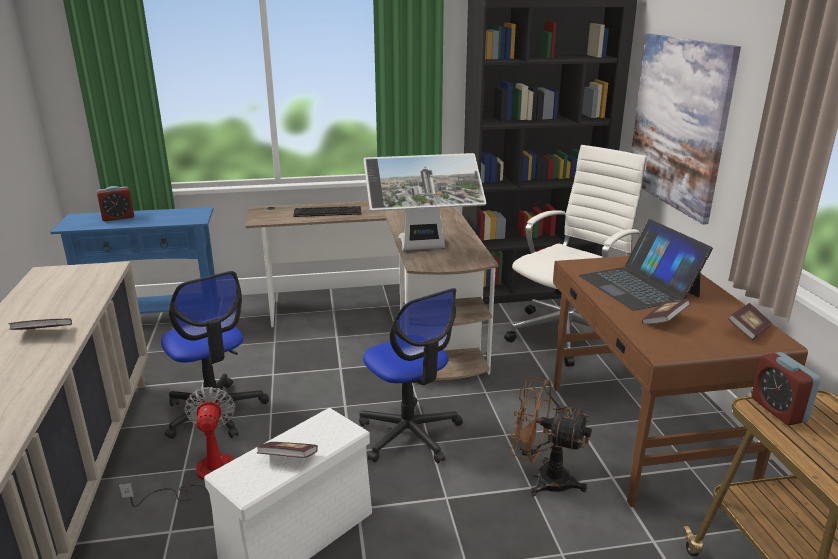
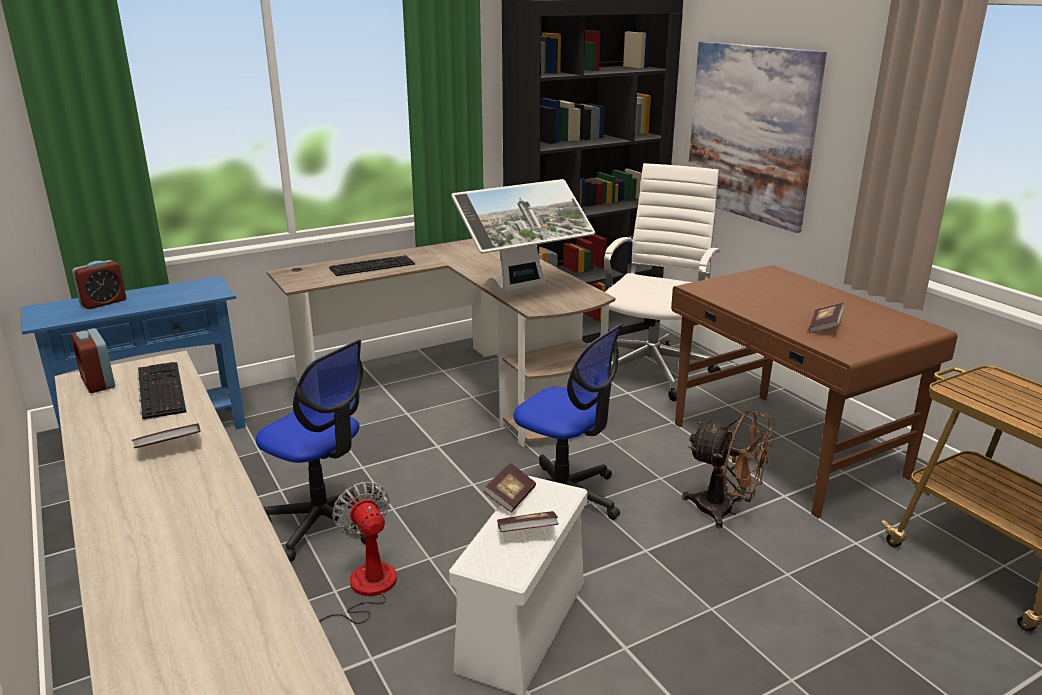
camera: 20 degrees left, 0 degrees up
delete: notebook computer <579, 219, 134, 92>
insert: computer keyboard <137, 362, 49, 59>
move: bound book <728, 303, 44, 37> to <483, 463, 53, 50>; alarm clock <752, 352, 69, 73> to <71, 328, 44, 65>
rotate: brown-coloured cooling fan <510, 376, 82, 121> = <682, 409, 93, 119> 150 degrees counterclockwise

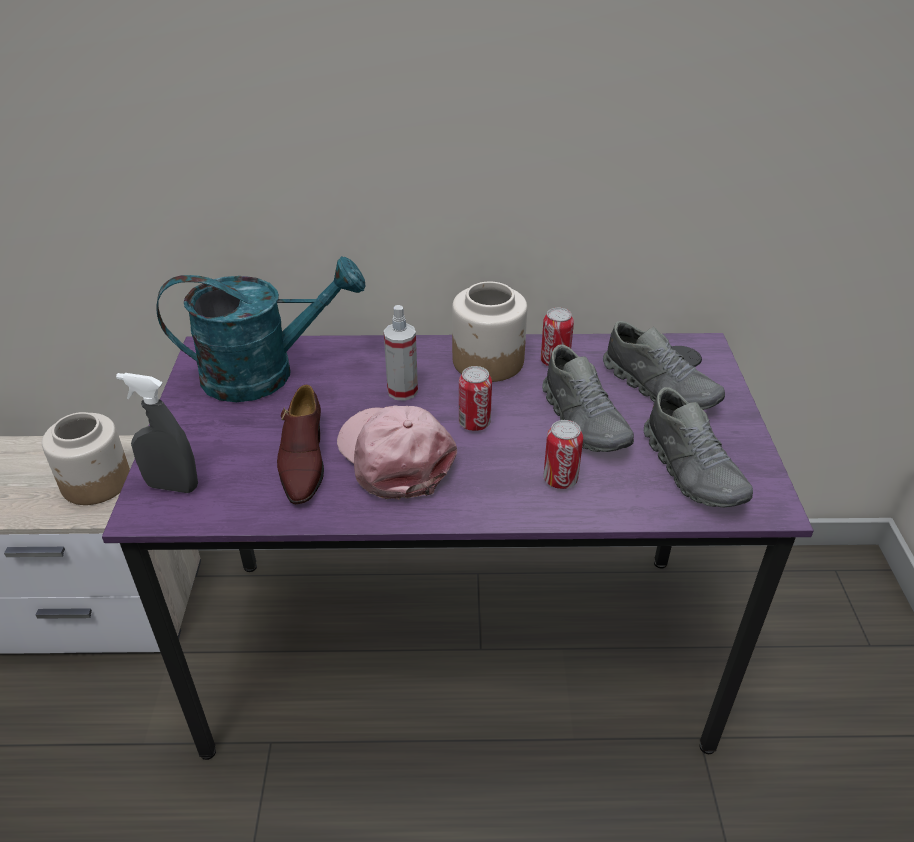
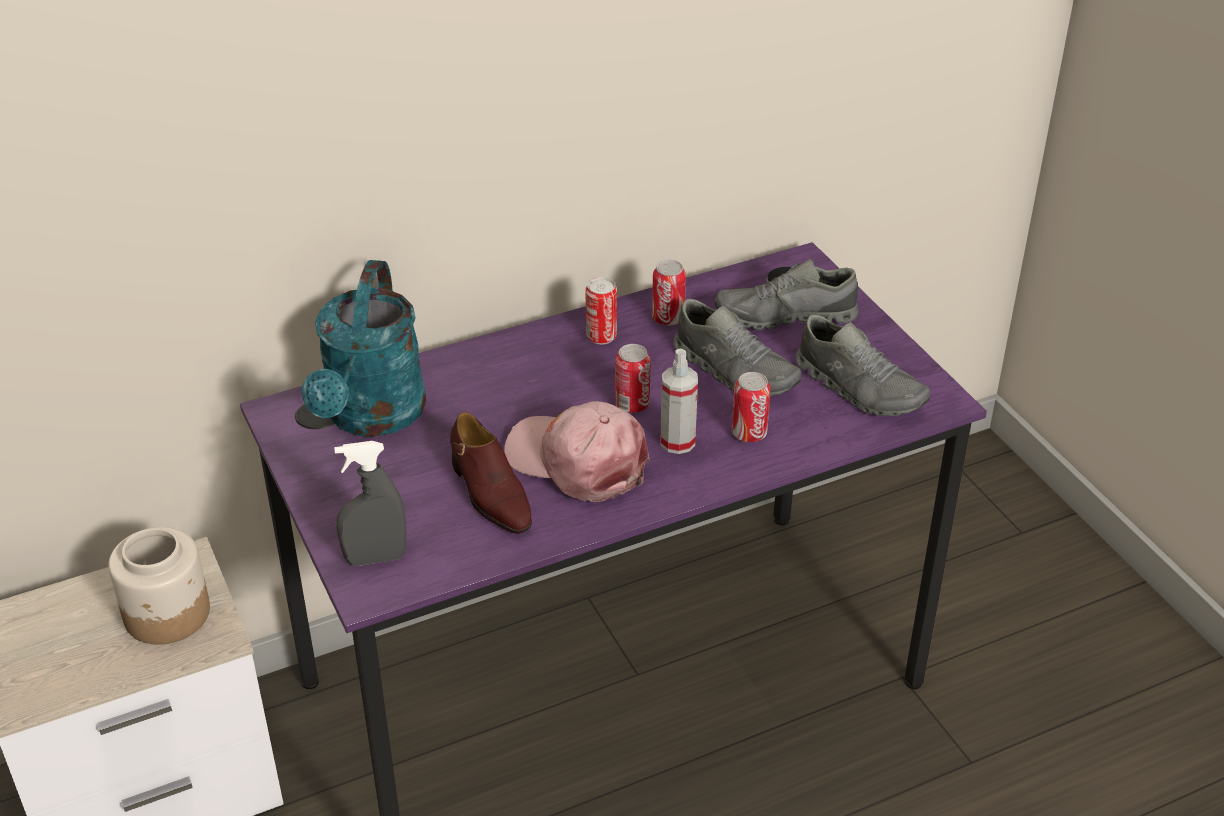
camera: 25 degrees left, 0 degrees up
move: sprayer <384, 305, 34, 96> to <660, 349, 38, 105>
replace: jar <452, 282, 75, 100> to can <585, 277, 32, 68>
rotate: turquoise-coloured watering can <157, 256, 208, 146> = <302, 260, 124, 177> 135 degrees clockwise; greyish shoe <603, 321, 122, 89> = <715, 259, 144, 71> 150 degrees clockwise

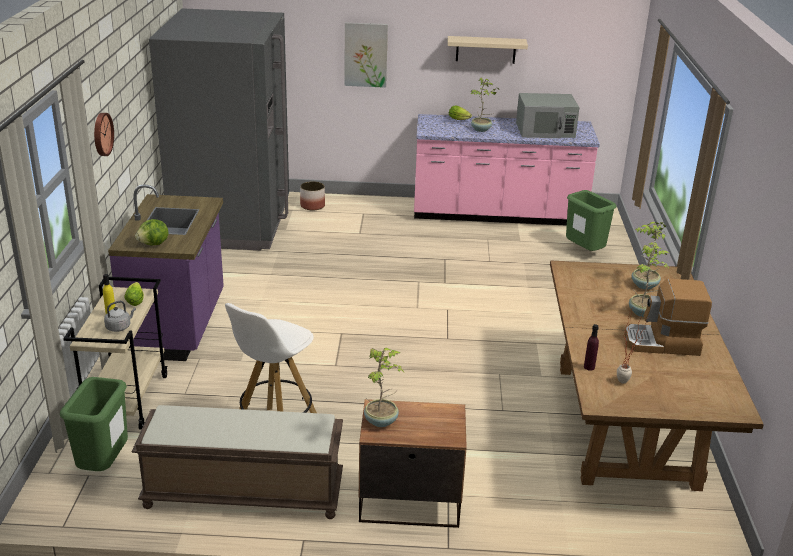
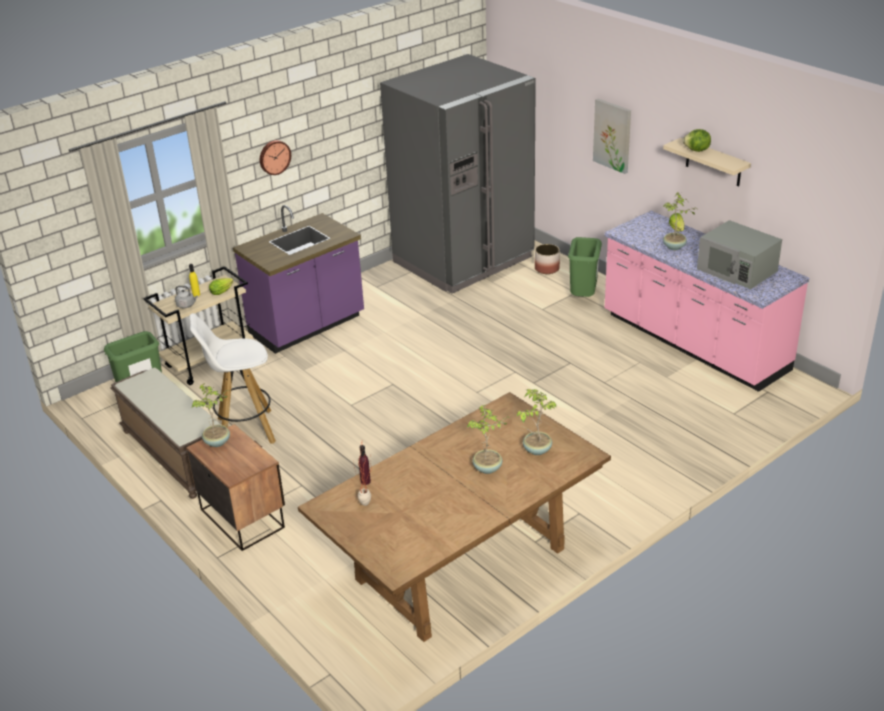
camera: 50 degrees right, 5 degrees up
delete: coffee maker <625, 278, 87, 78>
move: lettuce <135, 219, 33, 27> to <683, 129, 28, 23>; green trash can <566, 190, 50, 61> to <568, 237, 34, 60>

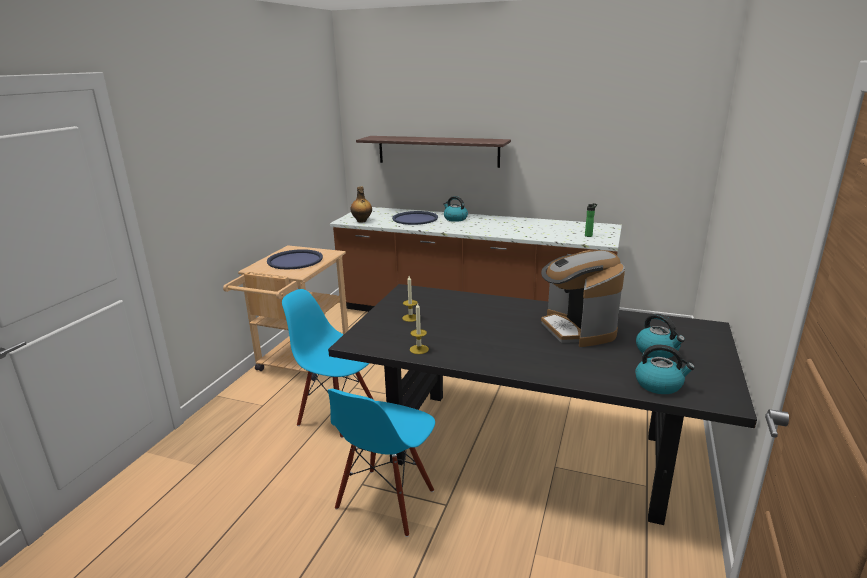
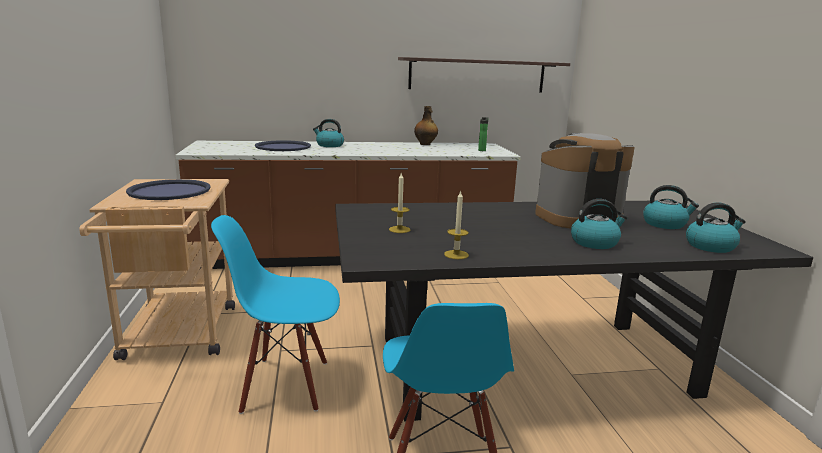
camera: 30 degrees left, 5 degrees down
insert: water kettle <571, 199, 56, 50>
move: beverage bottle <350, 186, 22, 36> to <414, 106, 24, 39>; wall shelf <356, 136, 155, 32> to <398, 57, 172, 36>
rotate: coffee maker <541, 250, 84, 97> = <535, 133, 99, 95> 120 degrees clockwise

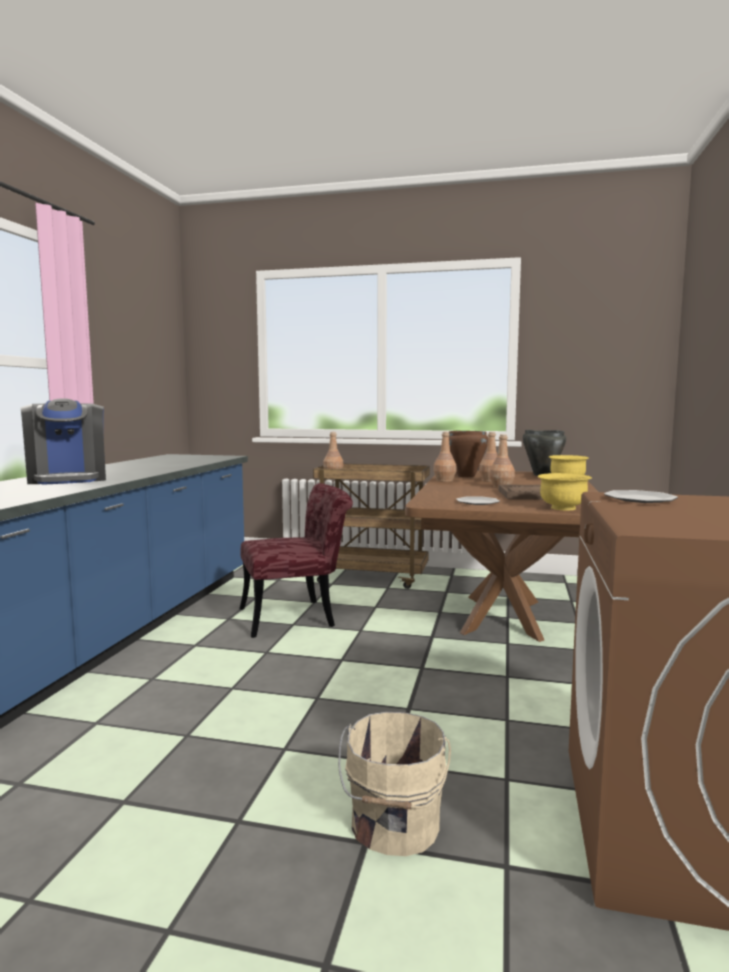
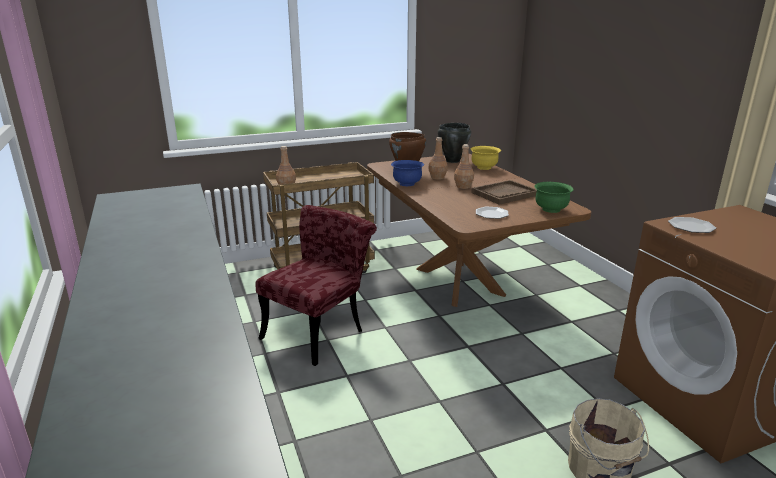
camera: 35 degrees left, 15 degrees up
delete: coffee maker <21, 399, 85, 86>
replace: brown-coloured beverage bottle <433, 432, 23, 50> to bluish bowl <391, 160, 33, 26>
recolor: yellow-coloured bowl <538, 473, 54, 38> to green bowl <534, 182, 40, 31>

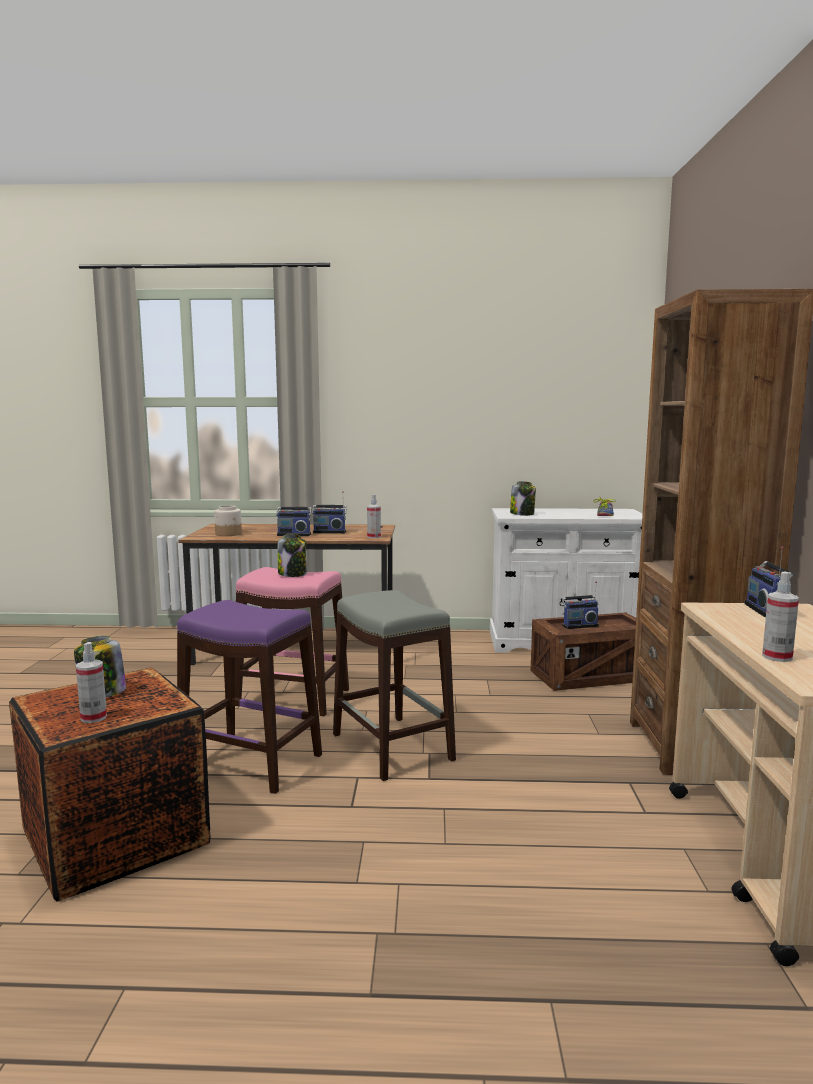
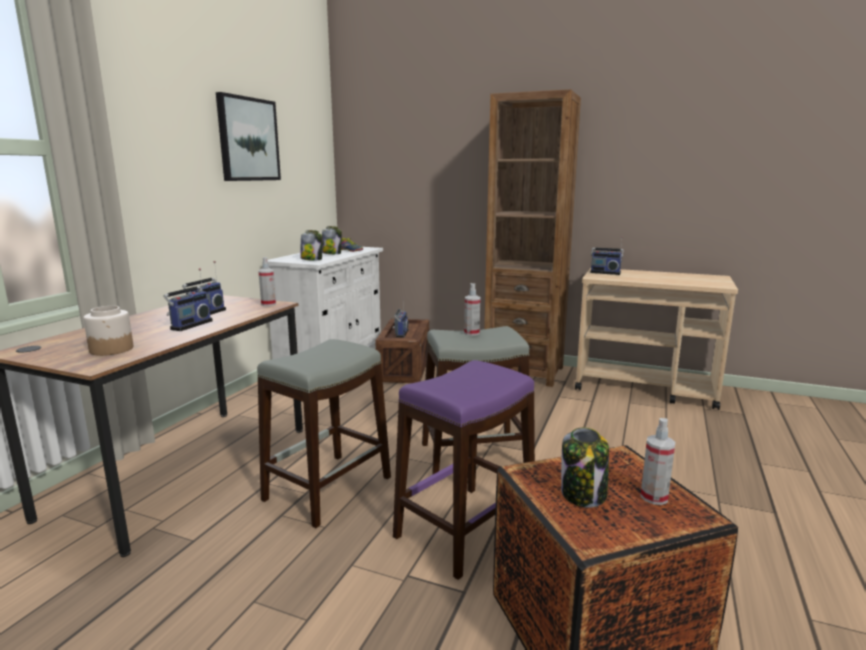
camera: 70 degrees left, 5 degrees up
insert: wall art <216, 92, 65, 89>
move: jar <278, 534, 29, 43> to <322, 226, 20, 28>; sprayer <762, 572, 37, 90> to <464, 283, 16, 53>
recolor: pink-coloured sitting stool <235, 567, 114, 149> to greyish sitting stool <257, 339, 134, 189>

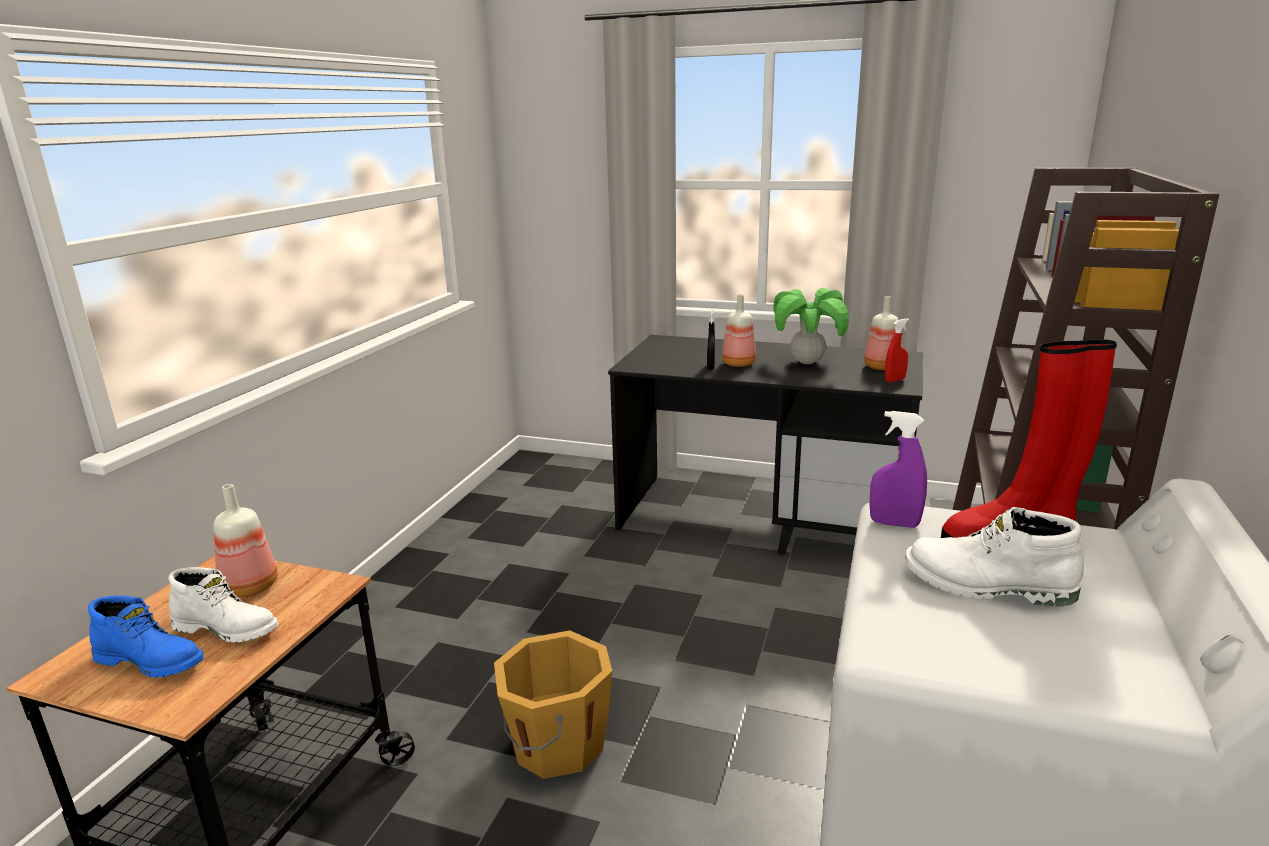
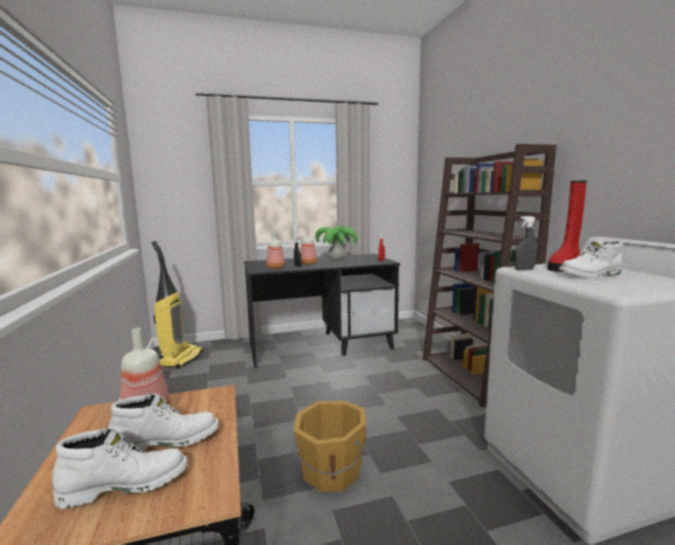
camera: 35 degrees left, 10 degrees down
insert: hoover <152, 241, 51, 128>
move: beverage bottle <864, 296, 34, 74> to <267, 231, 18, 38>
recolor: bluish boot <88, 596, 116, 81> to white-coloured boot <52, 427, 136, 82>; purple-coloured sprayer <869, 411, 58, 117> to greyish sprayer <515, 216, 22, 54>

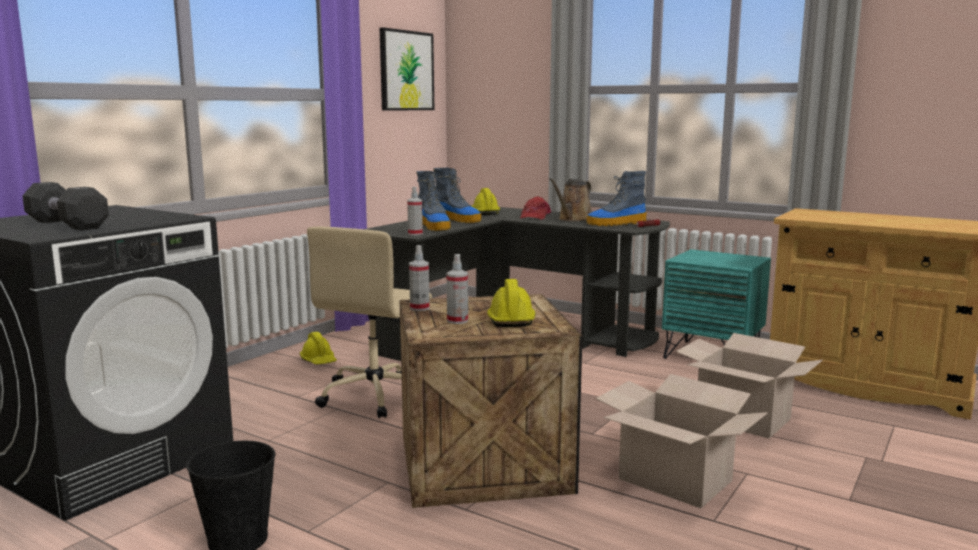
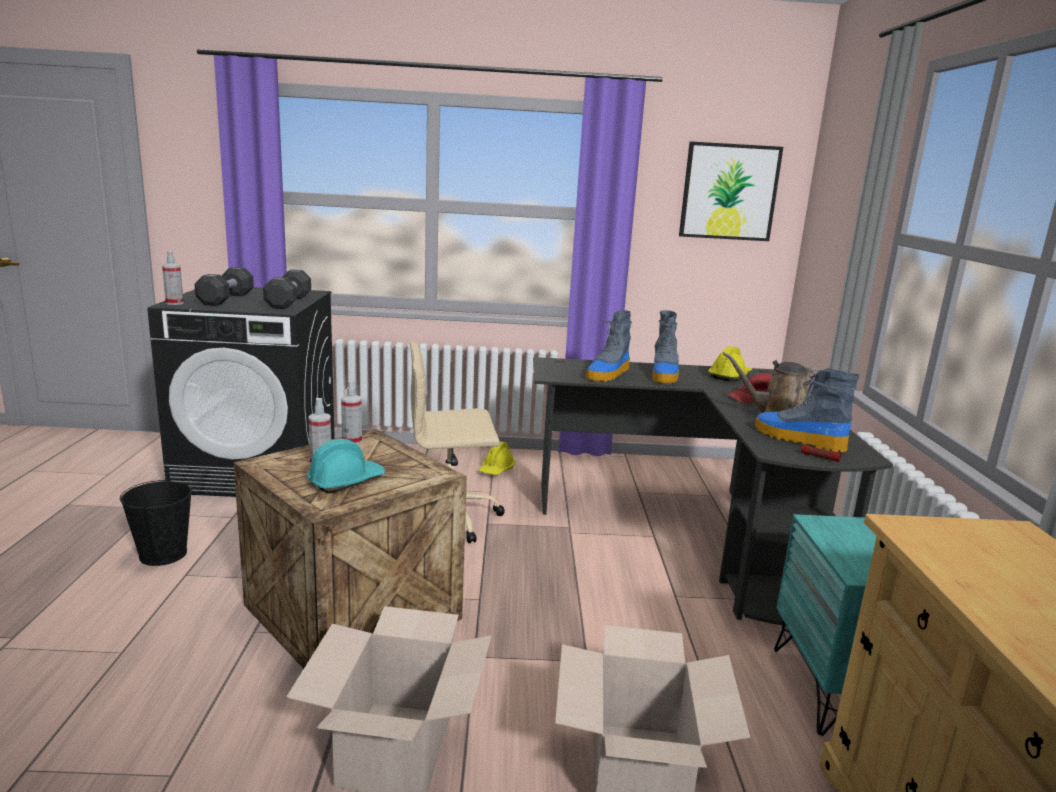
camera: 55 degrees right, 5 degrees up
insert: black dumbbell <263, 269, 48, 40>
move: sprayer <407, 187, 16, 49> to <162, 251, 22, 54>
recolor: yellow-coloured work helmet <487, 279, 49, 48> to turquoise-coloured work helmet <307, 439, 79, 54>

